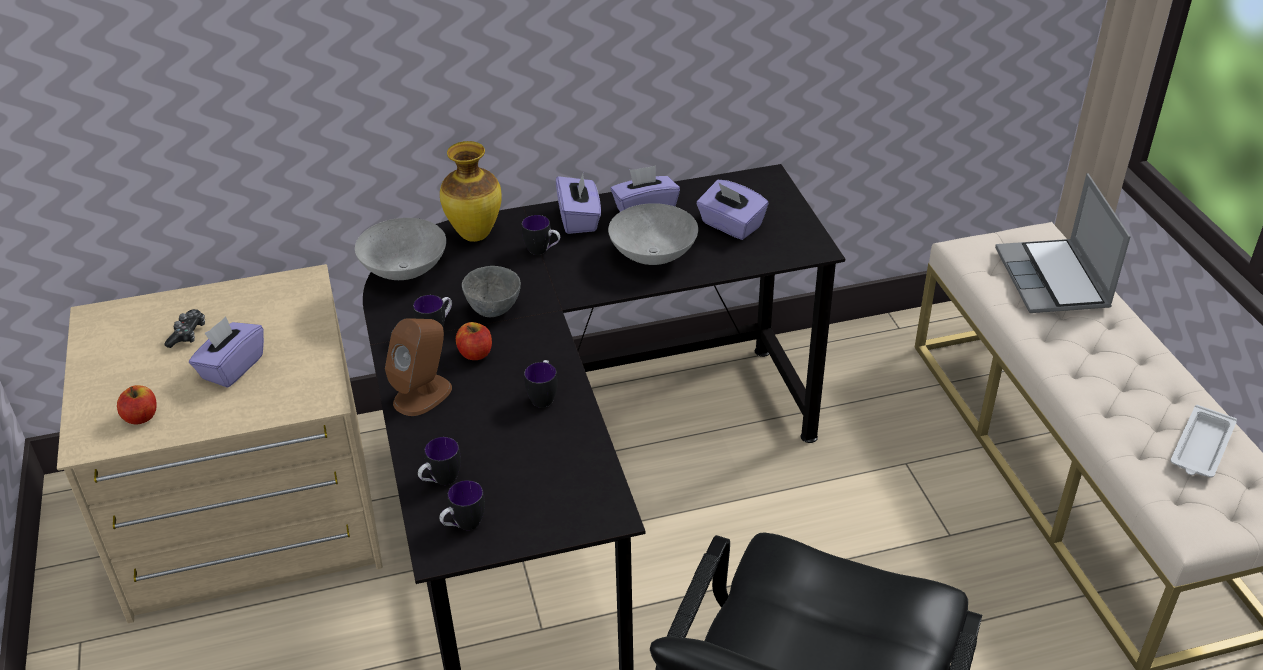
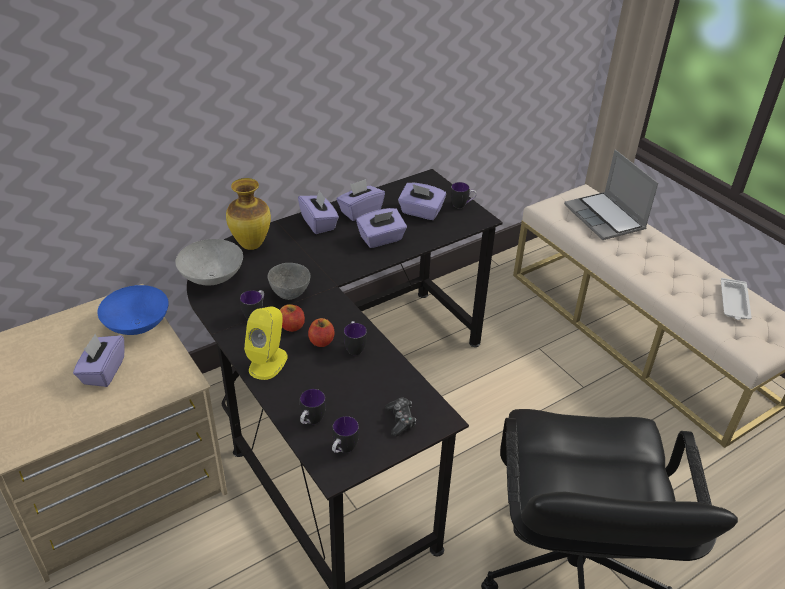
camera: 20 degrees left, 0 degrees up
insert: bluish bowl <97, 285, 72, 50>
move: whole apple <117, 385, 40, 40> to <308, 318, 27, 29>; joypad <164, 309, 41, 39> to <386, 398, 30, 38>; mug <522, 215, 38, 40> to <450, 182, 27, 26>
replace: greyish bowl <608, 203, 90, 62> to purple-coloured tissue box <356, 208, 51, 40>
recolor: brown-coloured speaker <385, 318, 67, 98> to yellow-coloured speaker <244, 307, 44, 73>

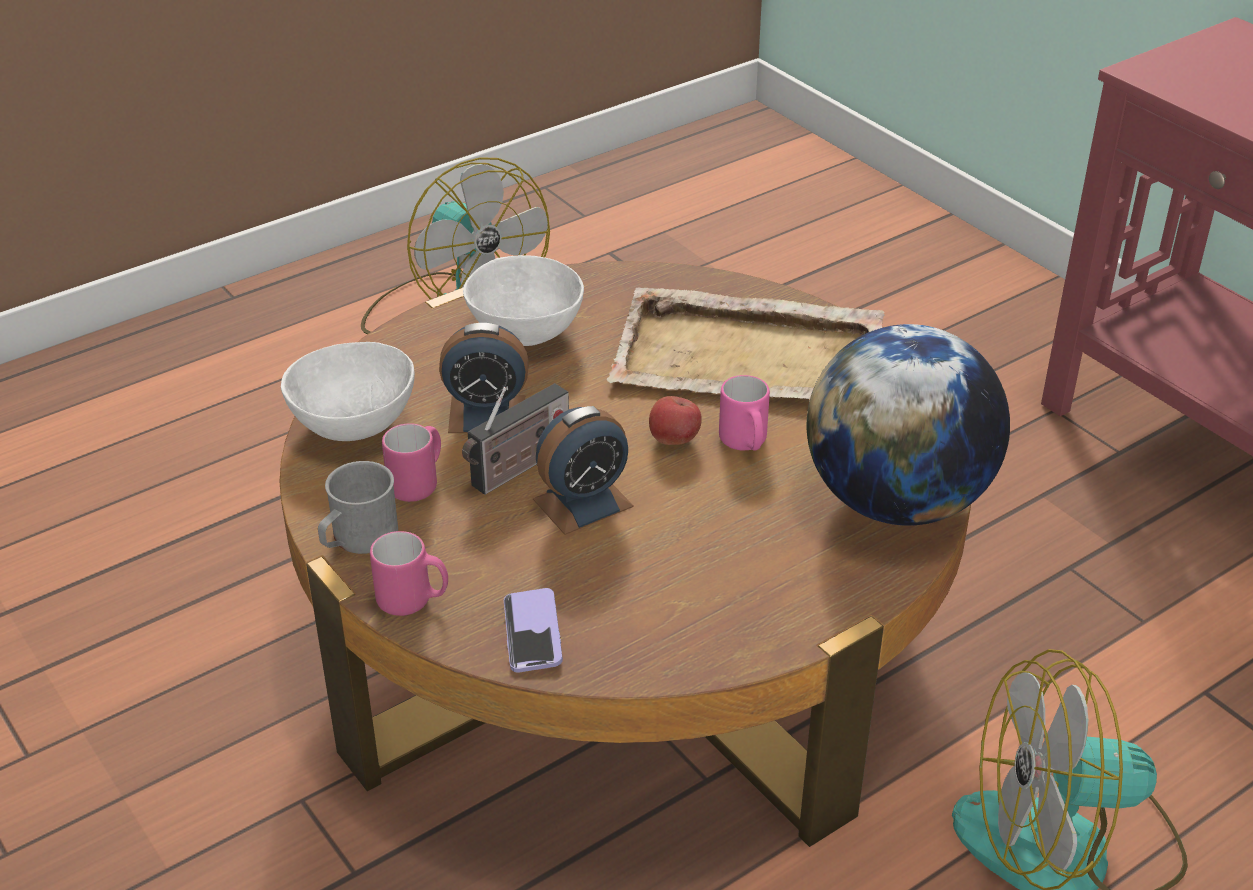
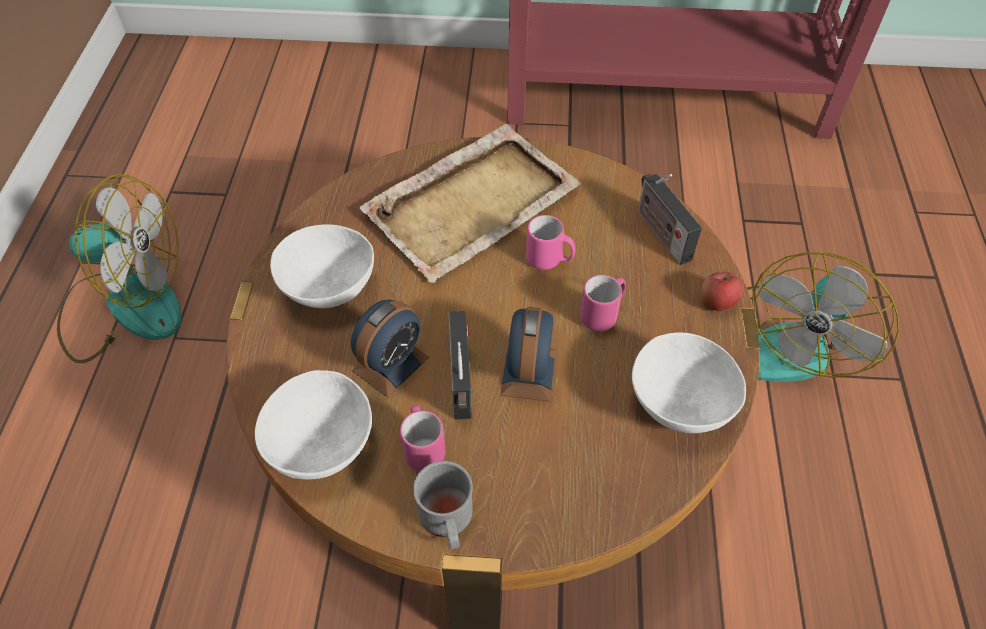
camera: 50 degrees left, 15 degrees up
delete: phone <504, 588, 59, 85>
insert: white-coloured bowl <632, 332, 114, 101>
move: pink-coloured mug <370, 531, 78, 85> to <580, 275, 46, 57>; whole apple <649, 396, 53, 49> to <702, 272, 41, 39>
replace: world globe <807, 324, 203, 201> to radio set <638, 174, 64, 91>

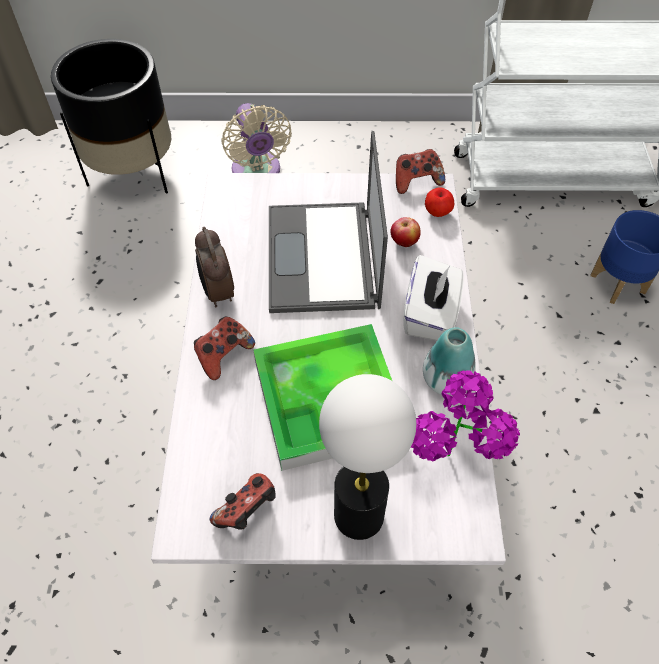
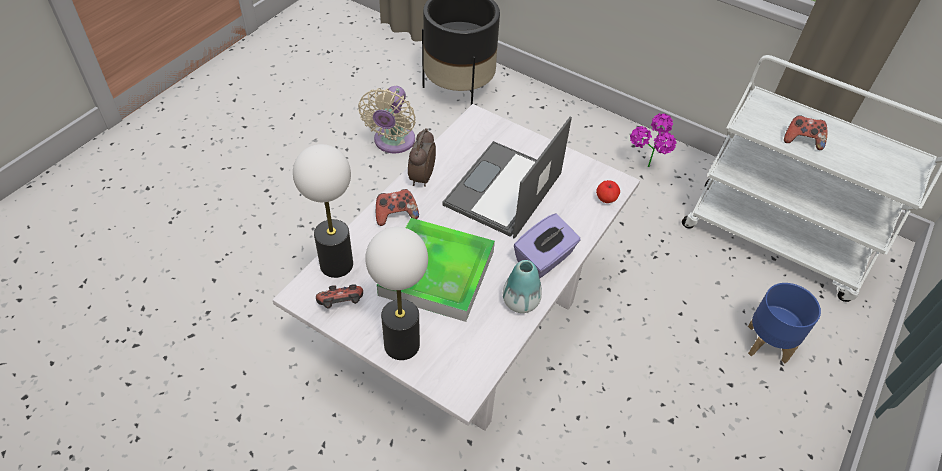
camera: 30 degrees right, 5 degrees down
delete: whole apple <390, 217, 31, 30>
insert: lamp for a table <293, 144, 60, 134>
move: beige cooling fan <221, 103, 71, 70> to <358, 86, 58, 67>; joypad <396, 149, 49, 45> to <784, 115, 43, 35>; houseplant <411, 370, 109, 91> to <630, 113, 46, 54>
recolor: white-coloured tissue box <403, 255, 61, 86> to purple-coloured tissue box <514, 214, 66, 65>

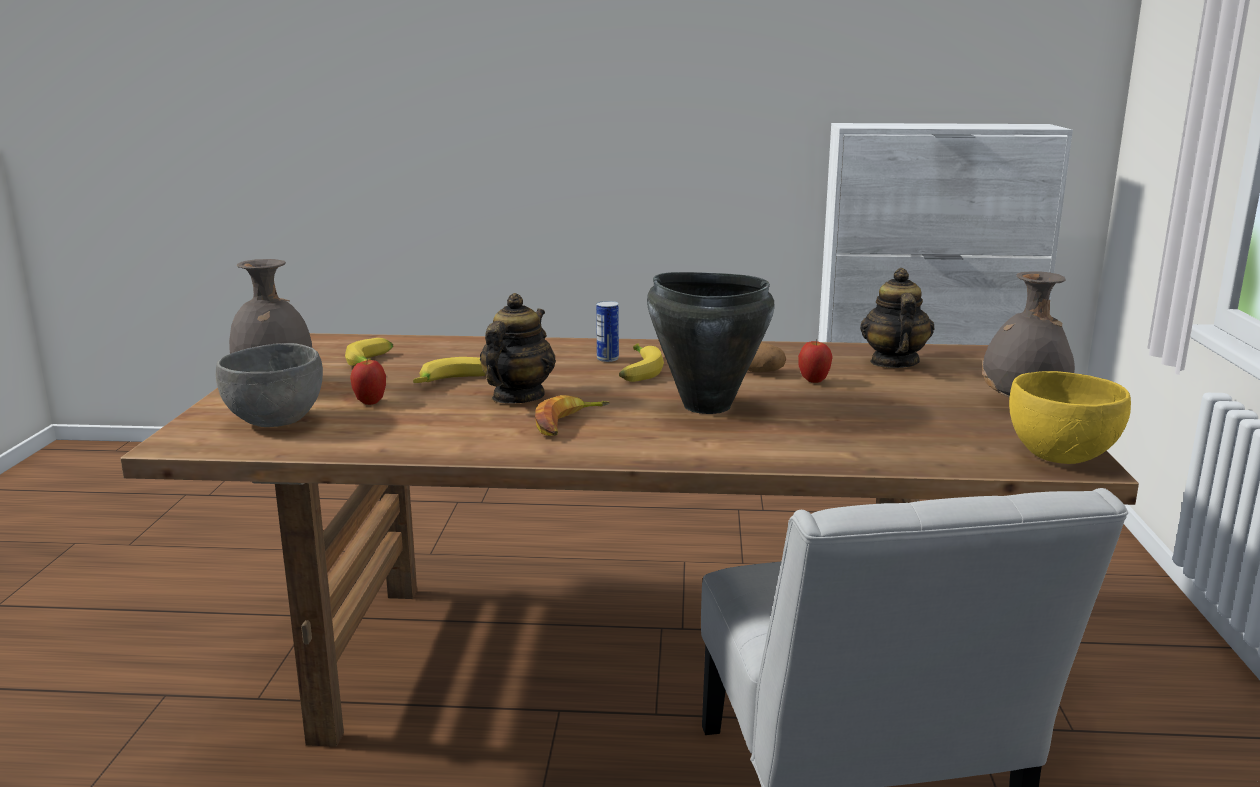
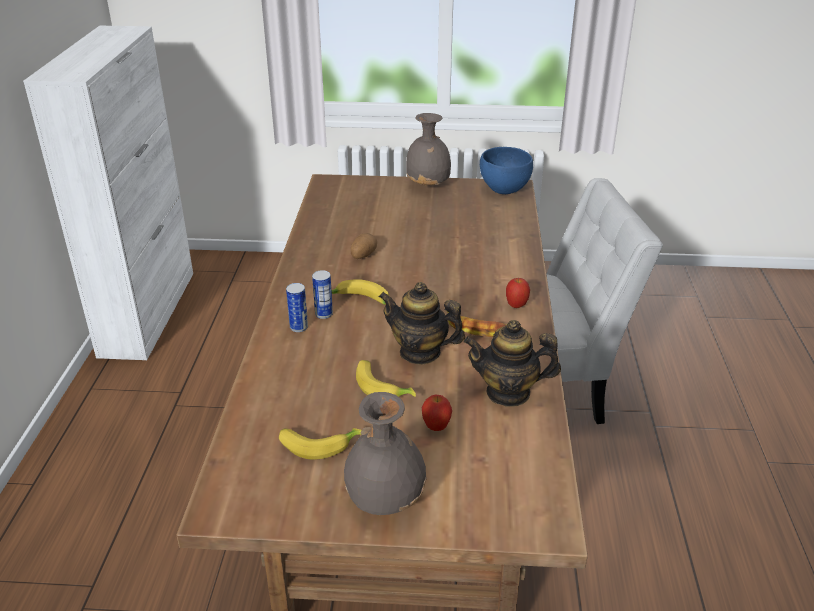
camera: 90 degrees left, 15 degrees up
delete: greyish bowl <216, 343, 107, 84>; black cooking pot <647, 272, 128, 142>
insert: can <286, 283, 22, 49>
move: whole apple <798, 339, 35, 44> to <506, 278, 24, 30>; pot for tea <860, 268, 74, 100> to <464, 320, 97, 86>
recolor: yellow-coloured bowl <1009, 371, 122, 93> to bluish bowl <480, 147, 53, 47>

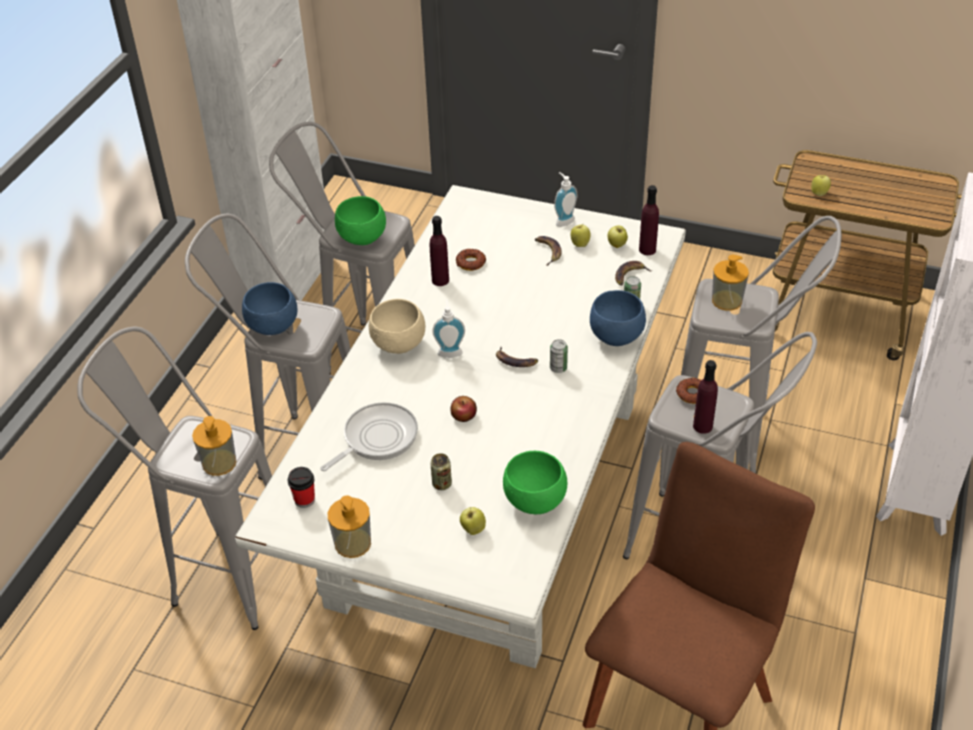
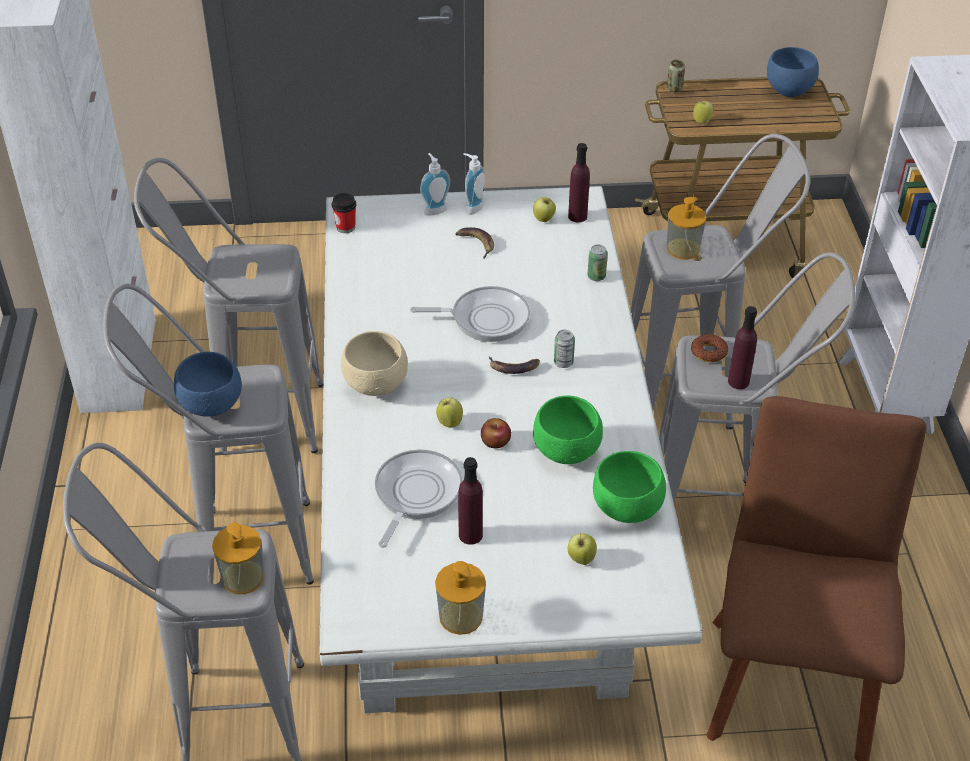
camera: 25 degrees left, 0 degrees up
delete: doughnut <456, 249, 30, 22>; whole banana <615, 261, 36, 25>
insert: frying pan <410, 286, 120, 56>
move: drinking cup <287, 467, 28, 41> to <332, 193, 24, 40>; green bowl <335, 196, 51, 49> to <533, 396, 70, 68>; purple-coloured beverage bottle <430, 216, 19, 70> to <458, 457, 25, 88>; can <430, 453, 22, 37> to <667, 60, 18, 32>; soap dispenser <432, 300, 33, 58> to <420, 153, 30, 63>; whole apple <570, 225, 20, 22> to <436, 397, 27, 31>; bluish bowl <590, 290, 56, 56> to <767, 47, 52, 50>

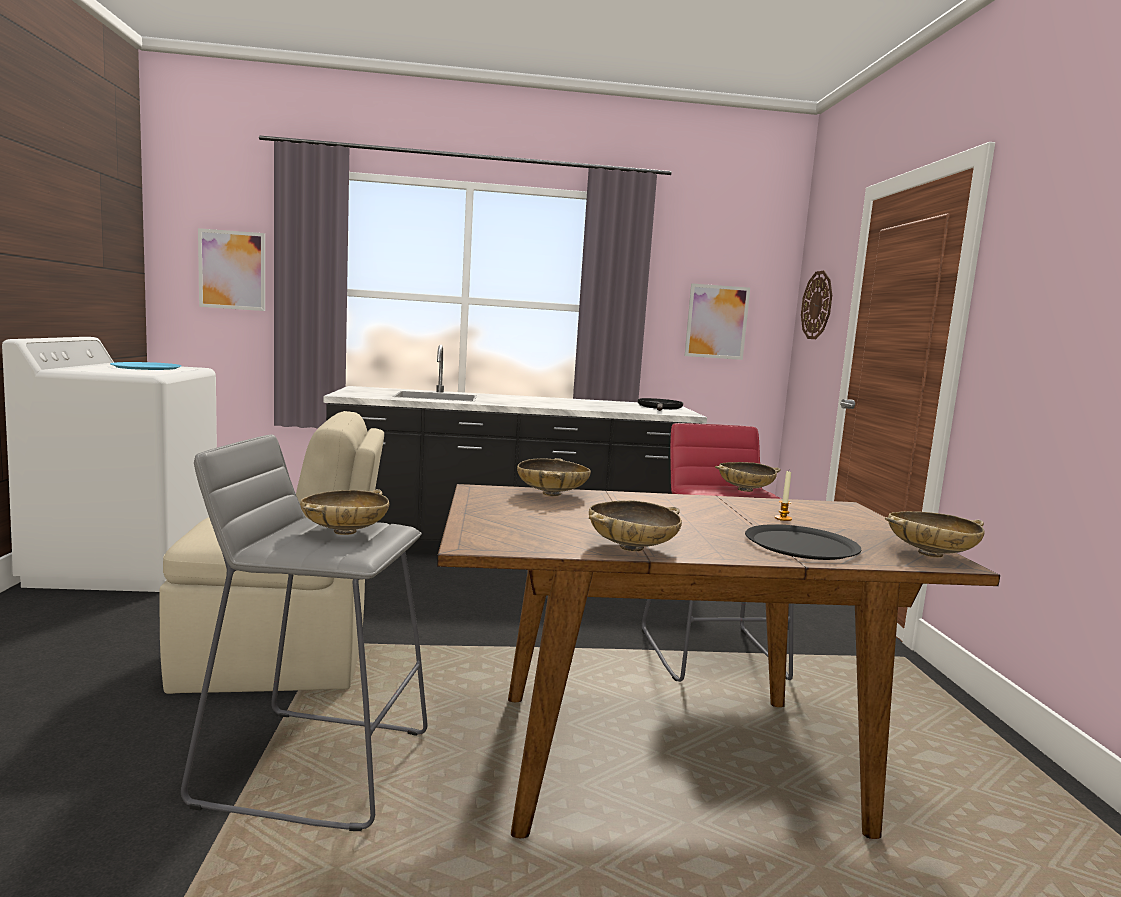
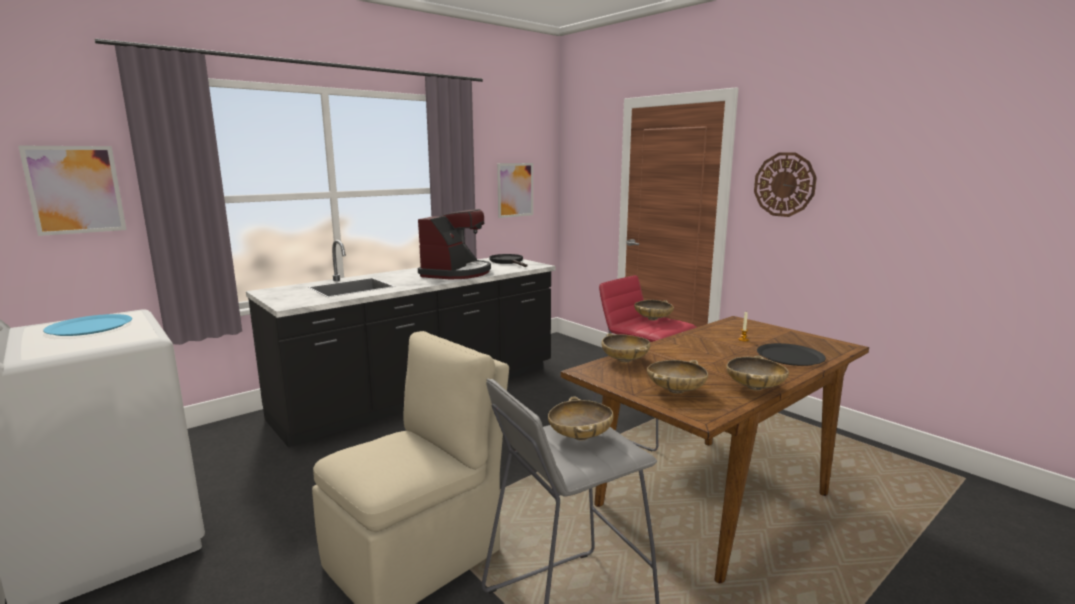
camera: 35 degrees left, 5 degrees up
insert: coffee maker <418, 209, 73, 70>
move: clock on the wall <801, 270, 31, 69> to <754, 152, 63, 65>; beige bowl <885, 511, 99, 47> to <647, 360, 61, 34>

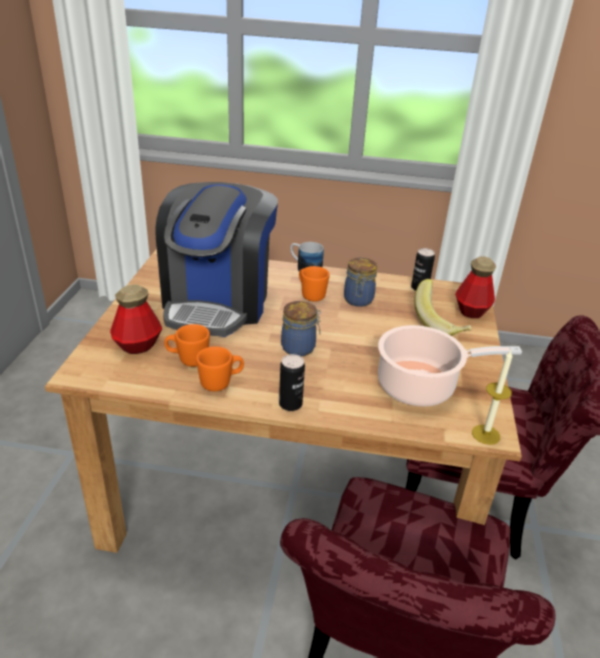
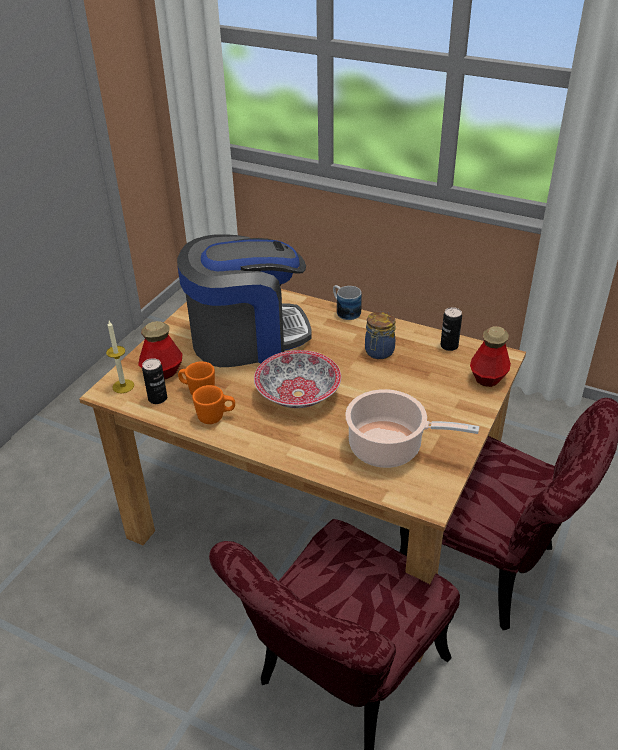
camera: 20 degrees right, 5 degrees up
delete: orange-coloured mug <299, 266, 31, 36>; whole banana <414, 279, 58, 57>
move: can <279, 354, 26, 57> to <142, 358, 25, 46>; candle <472, 350, 41, 95> to <106, 321, 28, 72>
replace: jar <281, 301, 40, 56> to bowl <254, 350, 87, 58>
rotate: coffee maker <155, 182, 123, 155> = <177, 234, 135, 133> 135 degrees counterclockwise

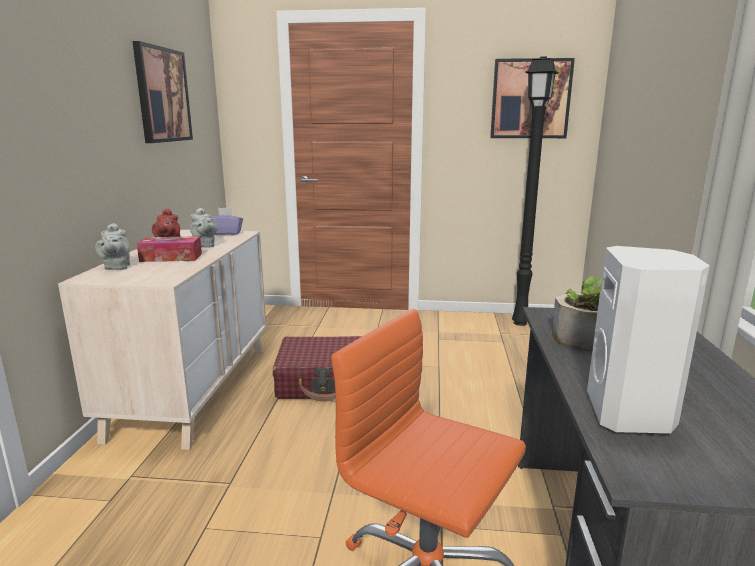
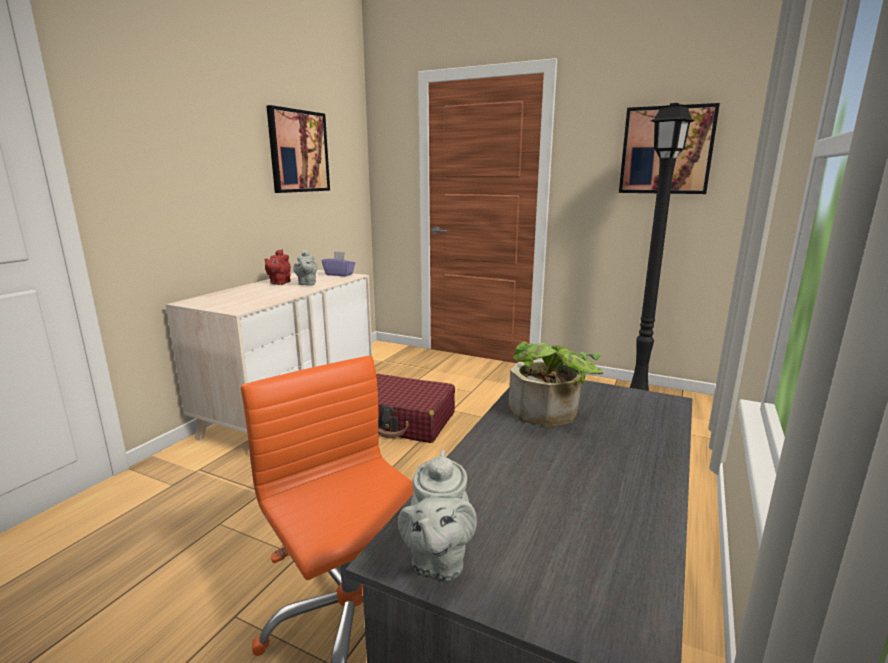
camera: 20 degrees right, 0 degrees up
delete: tissue box <137, 236, 65, 26>; white-coloured speaker <587, 246, 123, 187>
move: greyish pot for tea <95, 223, 35, 47> to <398, 450, 79, 131>

